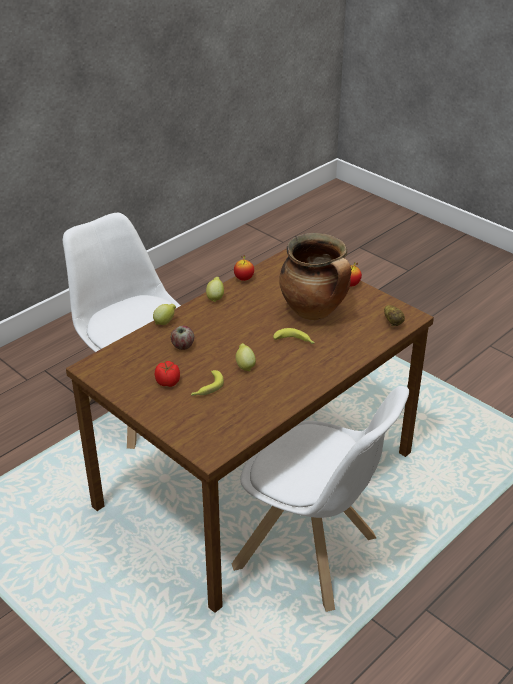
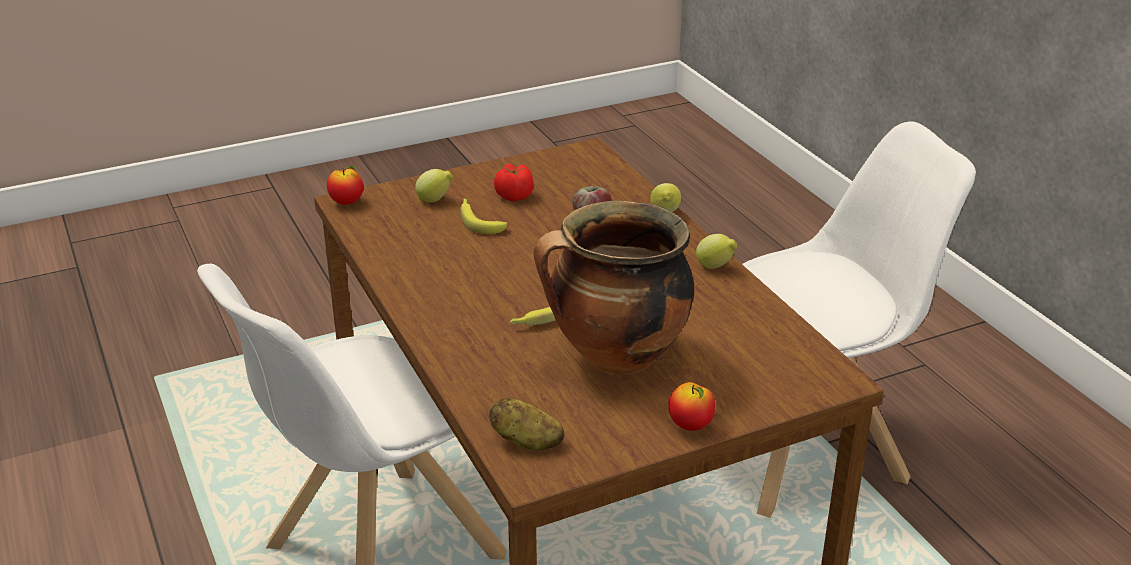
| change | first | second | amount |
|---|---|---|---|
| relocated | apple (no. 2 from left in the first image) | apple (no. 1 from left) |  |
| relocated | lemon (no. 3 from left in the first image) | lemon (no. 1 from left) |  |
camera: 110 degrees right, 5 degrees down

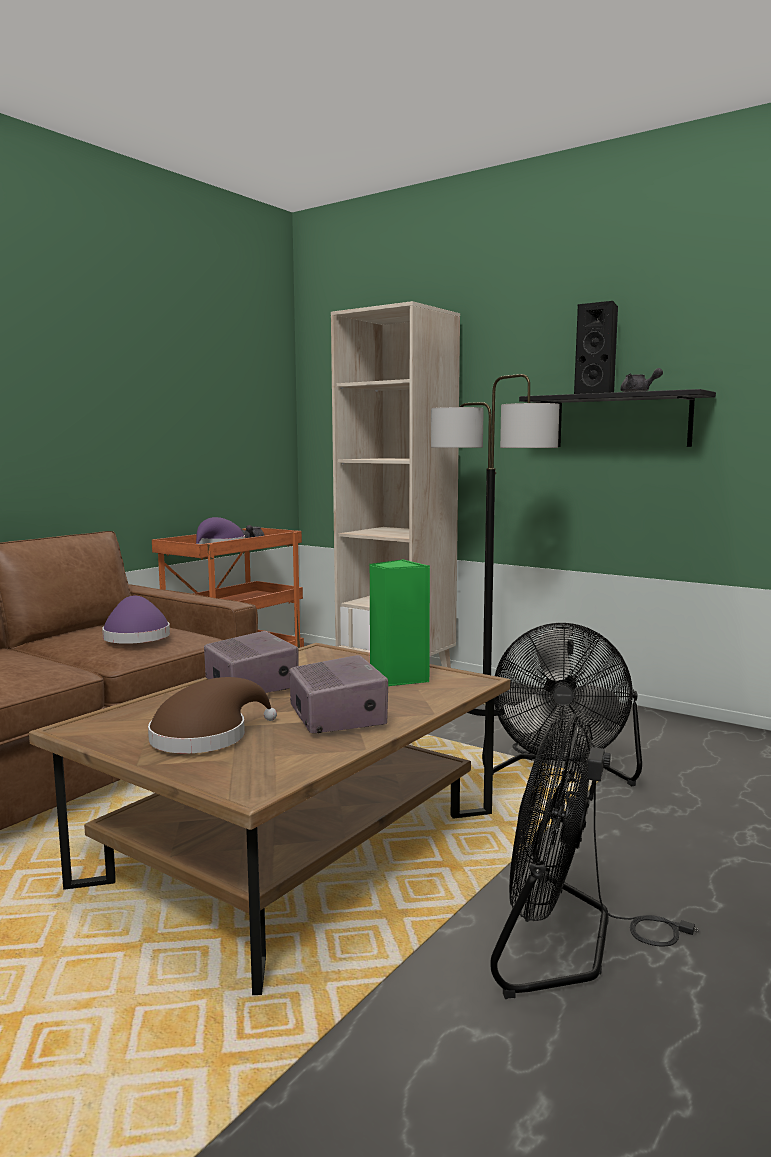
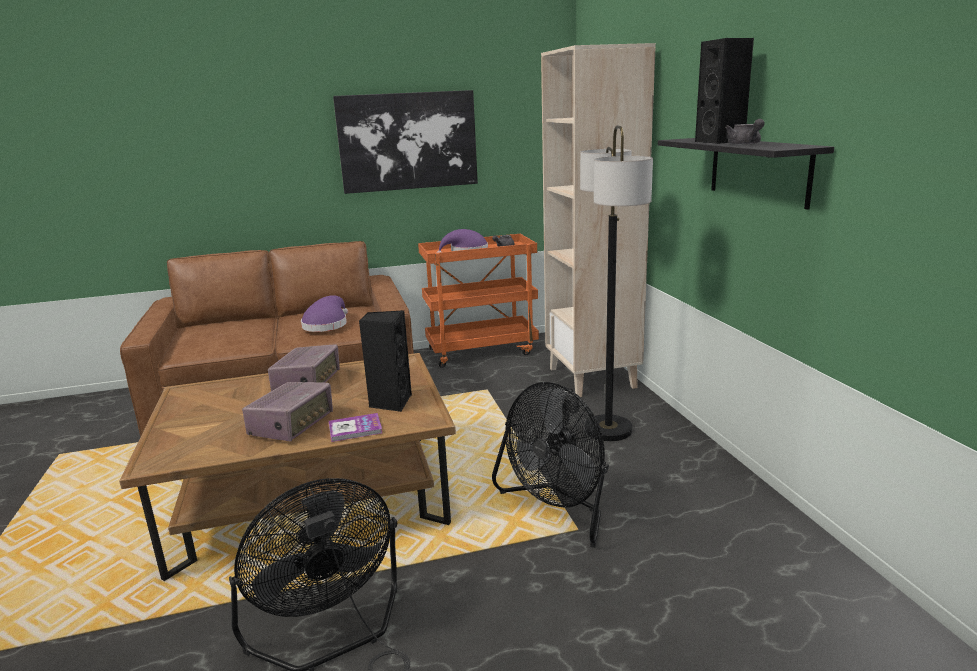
| change | first | second | amount |
|---|---|---|---|
| missing | brown hat |  |  |
| appeared |  | book |  |
| appeared |  | picture |  |
| colour | green speaker | black speaker (no. 1 from left) |  |
camera: 40 degrees right, 10 degrees up

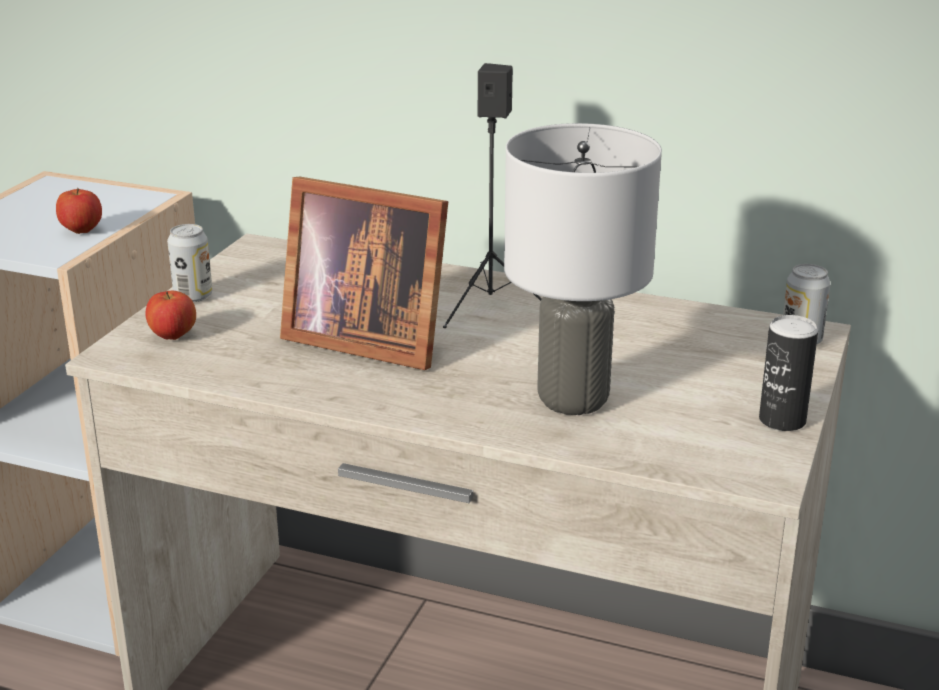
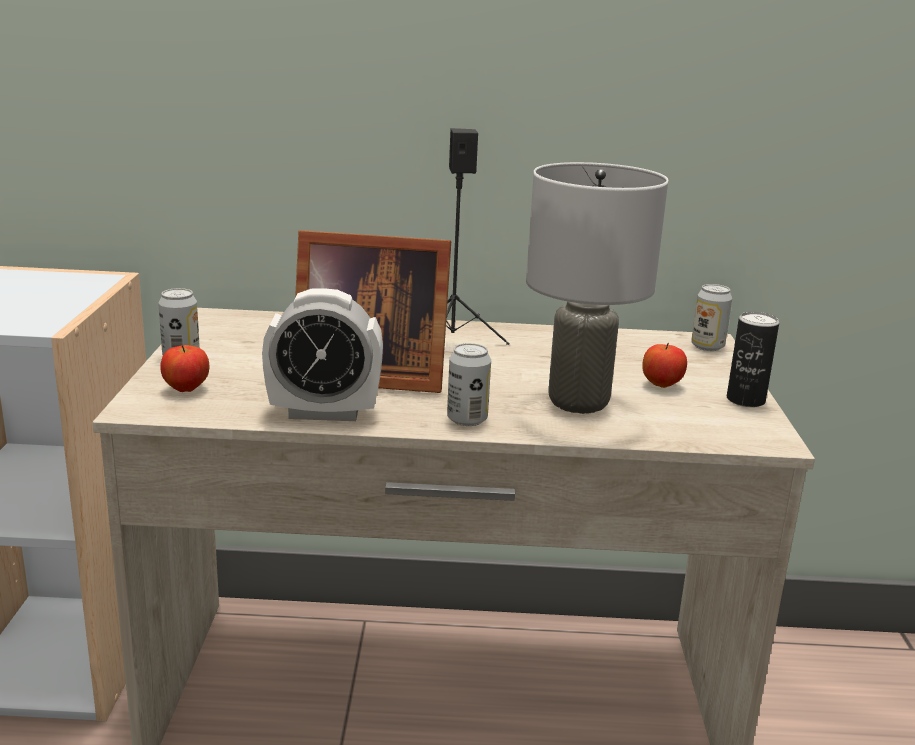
| change | first | second | amount |
|---|---|---|---|
| appeared |  | alarm clock |  |
| appeared |  | can (no. 2 from left) |  |
| relocated | apple (no. 1 from left in the first image) | apple (no. 2 from left) |  |
camera: 20 degrees left, 5 degrees down

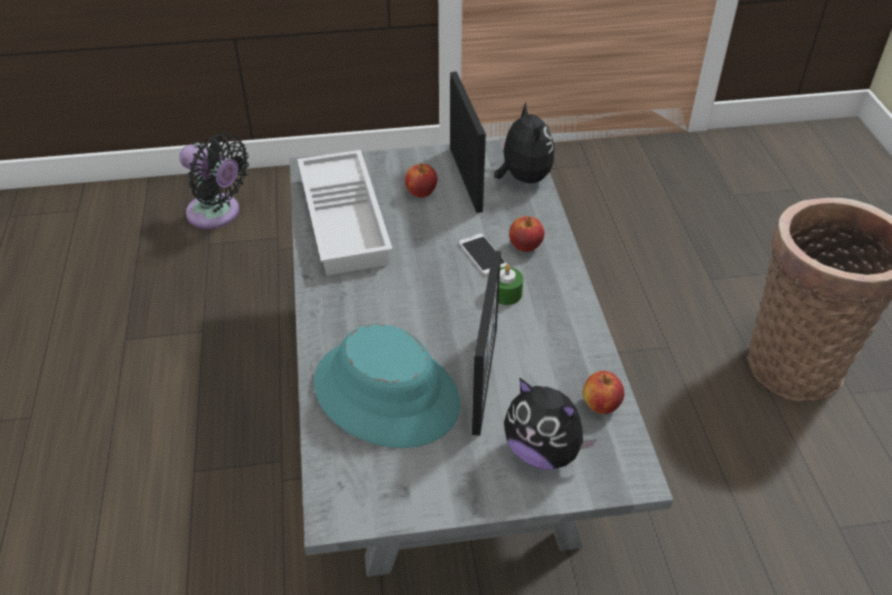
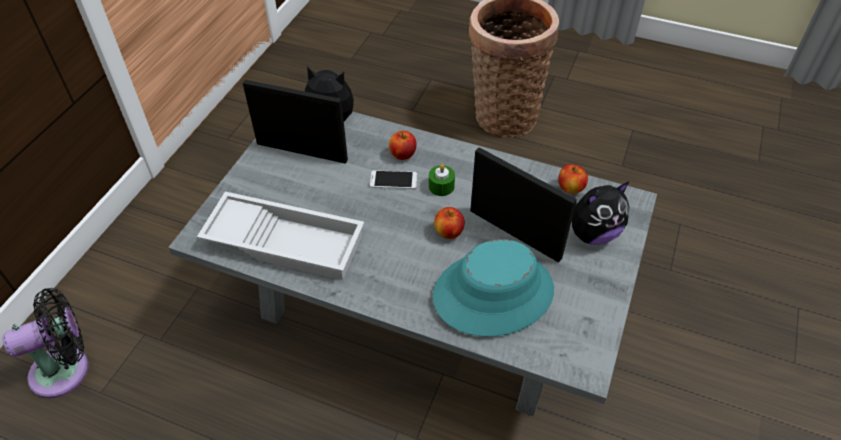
| change | first | second | amount |
|---|---|---|---|
| relocated | apple (no. 1 from left in the first image) | apple (no. 2 from left) |  |
camera: 60 degrees left, 5 degrees up

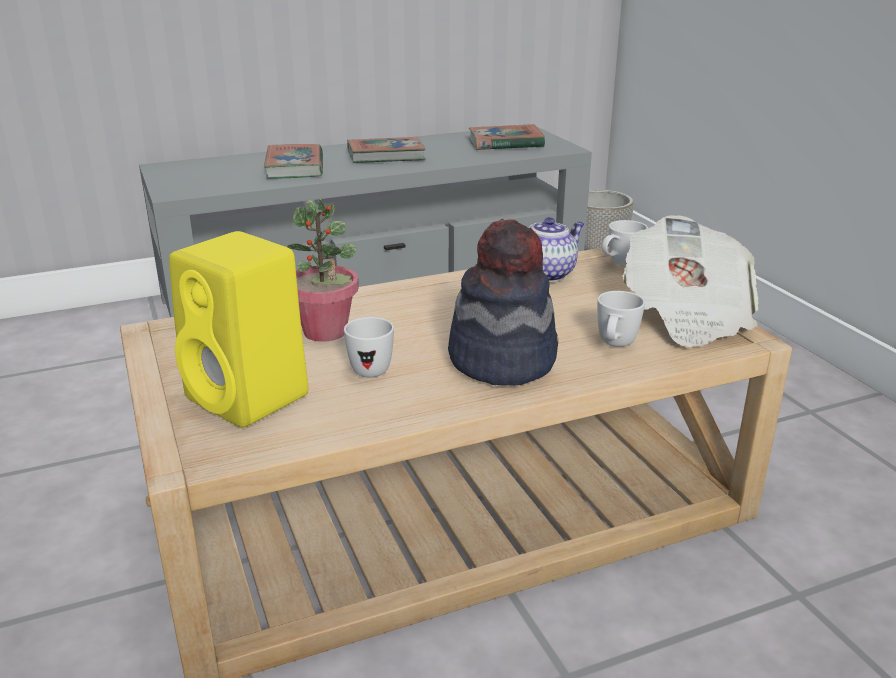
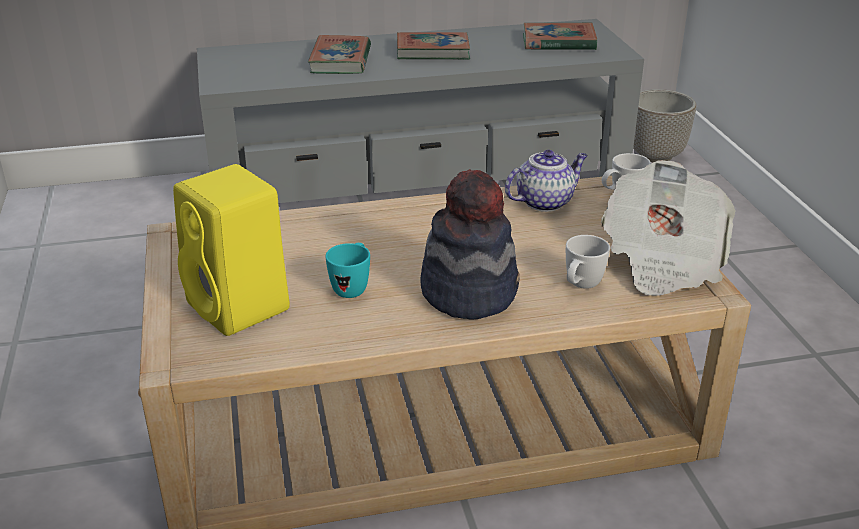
| change | first | second | amount |
|---|---|---|---|
| missing | potted plant |  |  |
| colour | white mug (no. 1 from left) | turquoise mug |  |
camera: 10 degrees right, 5 degrees up

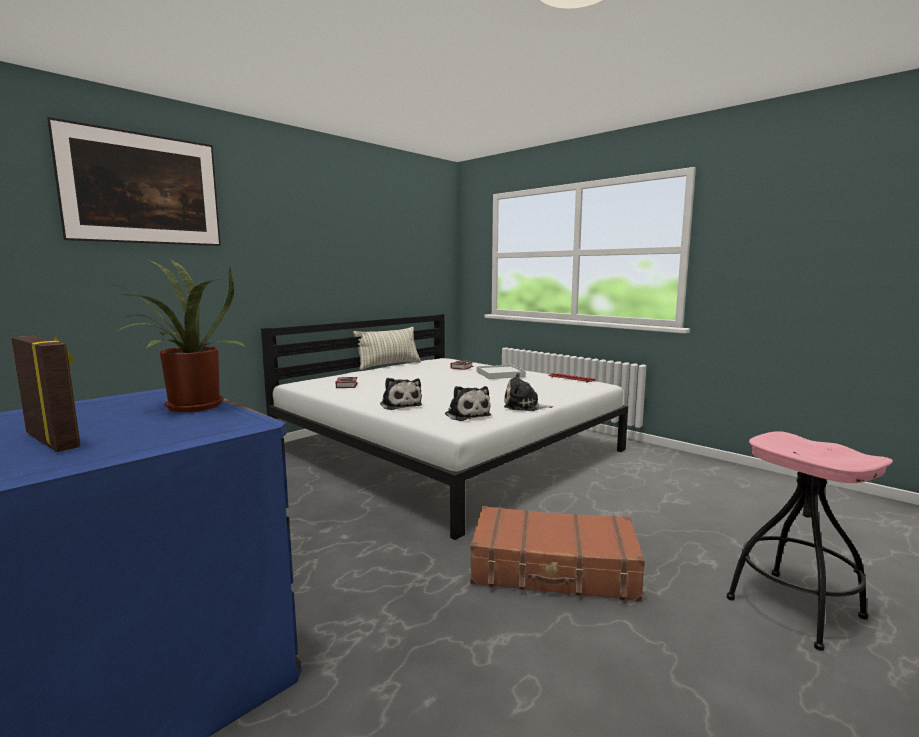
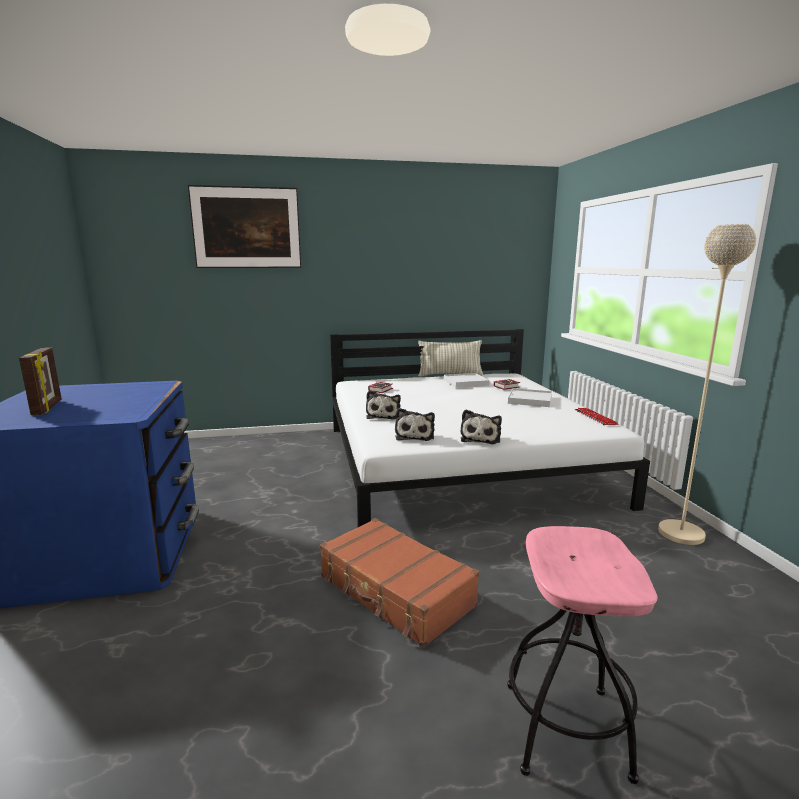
| change | first | second | amount |
|---|---|---|---|
| missing | potted plant |  |  |
| appeared |  | white tray (no. 1 from left) |  |
| appeared |  | beige floor lamp |  |
| spun | plush toy (no. 3 from left) |  | 120 degrees counterclockwise |
camera: 35 degrees right, 5 degrees up

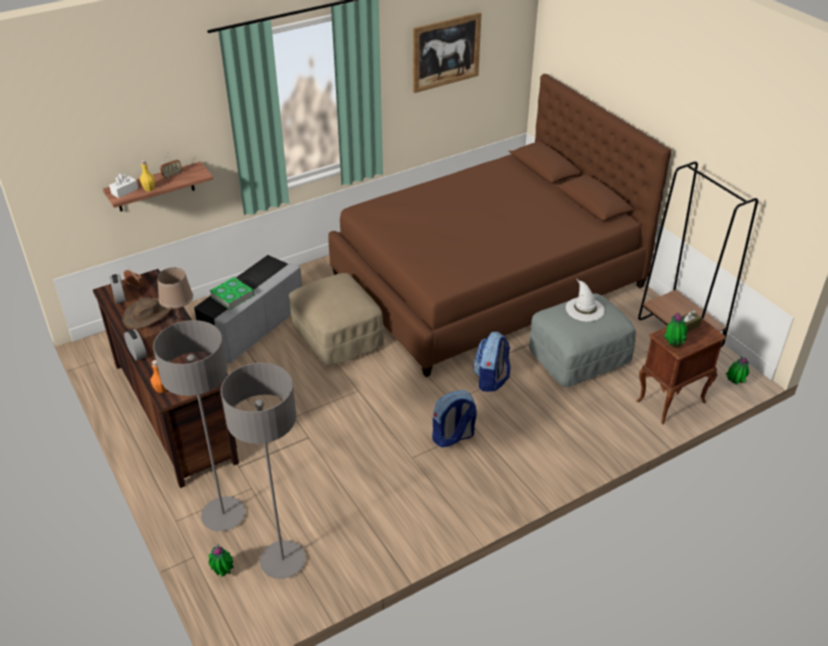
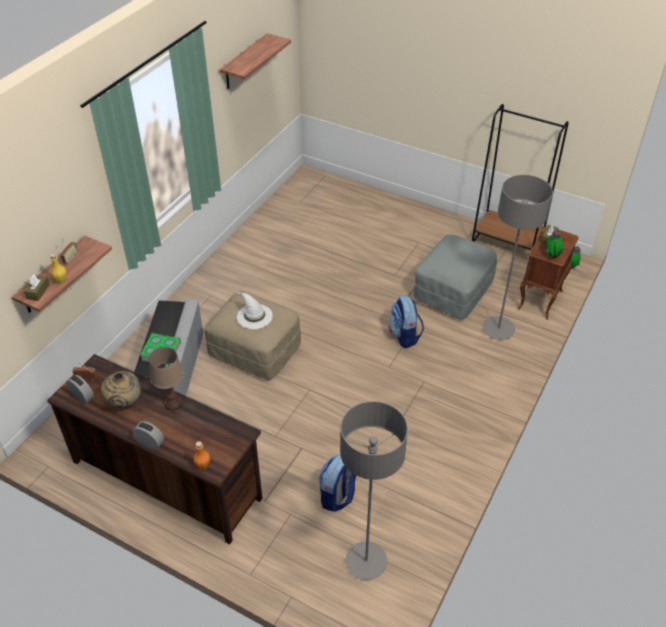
| change | first | second | amount |
|---|---|---|---|
| missing | potted plant (no. 1 from left) |  |  |
| missing | brown bed |  |  |
| relocated | grey floor lamp (no. 1 from left in the first image) | grey floor lamp (no. 2 from left) |  |
| relocated | backpack (no. 1 from left) |  |  |
| relocated | white hat |  |  |
| exchanged | brown hat | beige vase |  |
| exchanged | picture | shelf (no. 2 from left) |  |
| colour | white tissue box | brown tissue box (no. 1 from left) |  |
camera: 30 degrees left, 5 degrees up

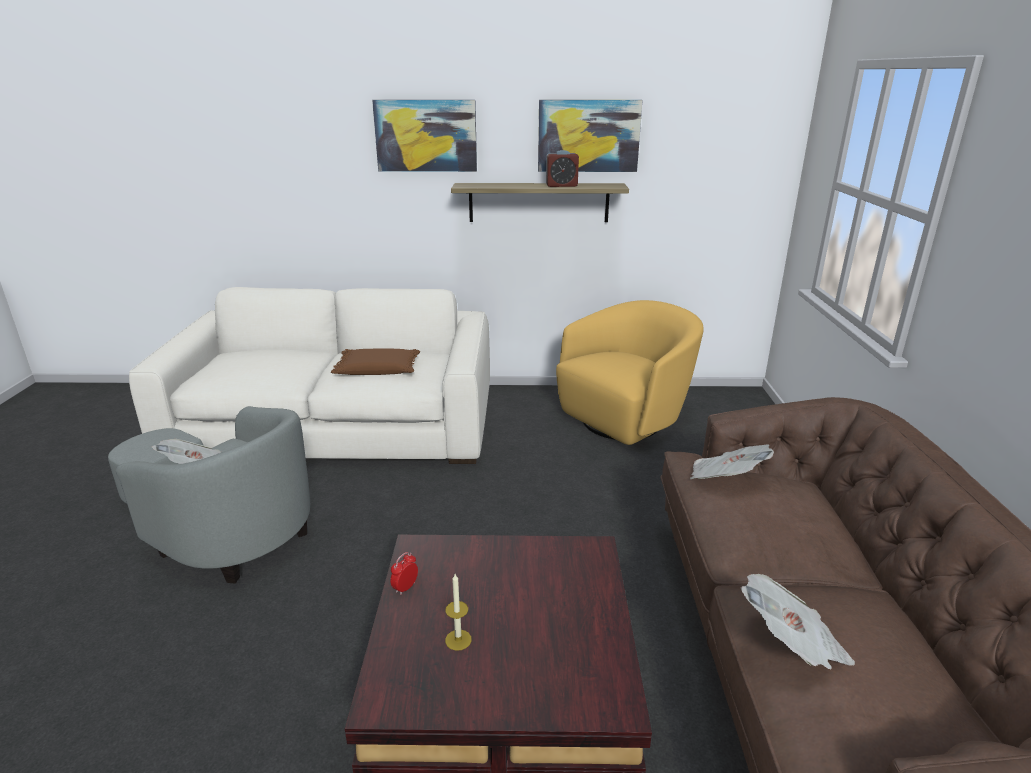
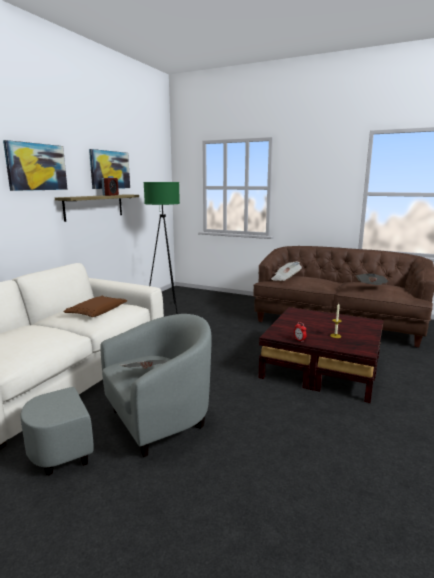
| change | first | second | amount |
|---|---|---|---|
| exchanged | yellow armchair | green floor lamp |  |
camera: 65 degrees left, 10 degrees down

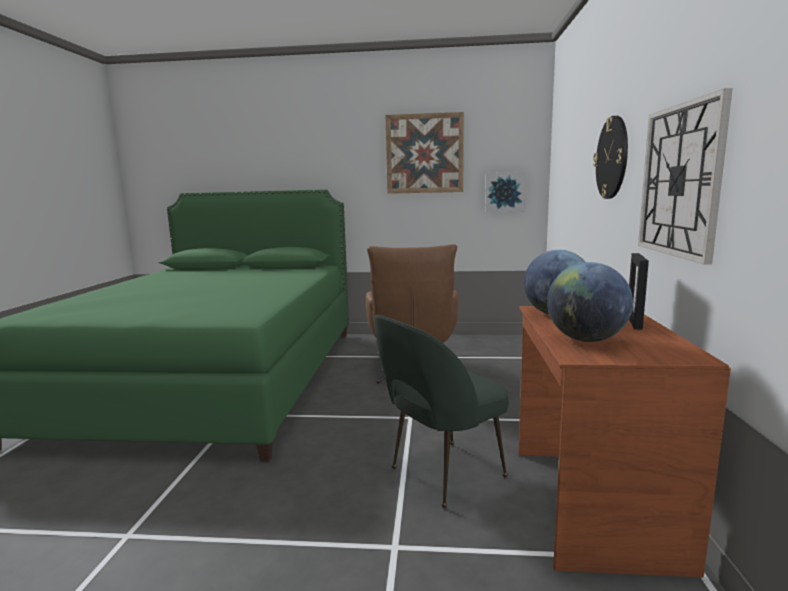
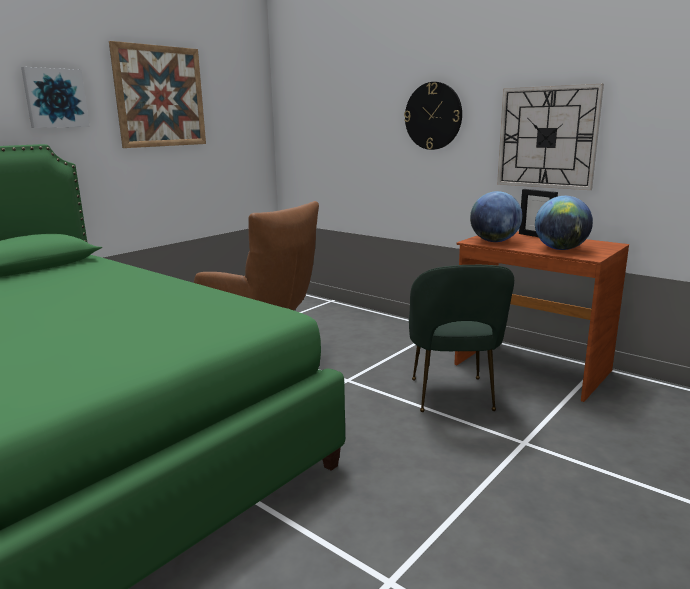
| change | first | second | amount |
|---|---|---|---|
| relocated | picture (no. 2 from left in the first image) | picture (no. 1 from left) |  |
camera: 55 degrees left, 5 degrees up

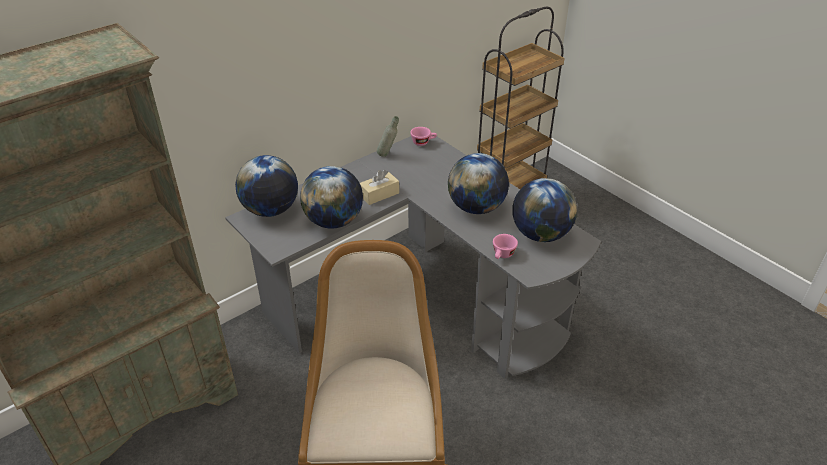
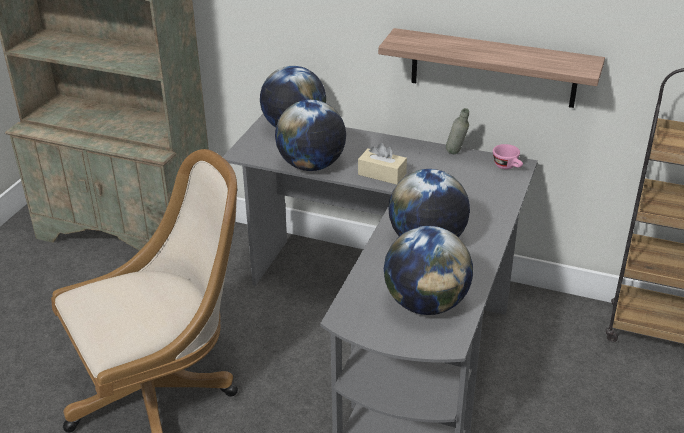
| change | first | second | amount |
|---|---|---|---|
| missing | pink cup (no. 2 from left) |  |  |
| appeared |  | shelf |  |
camera: 60 degrees right, 5 degrees down

